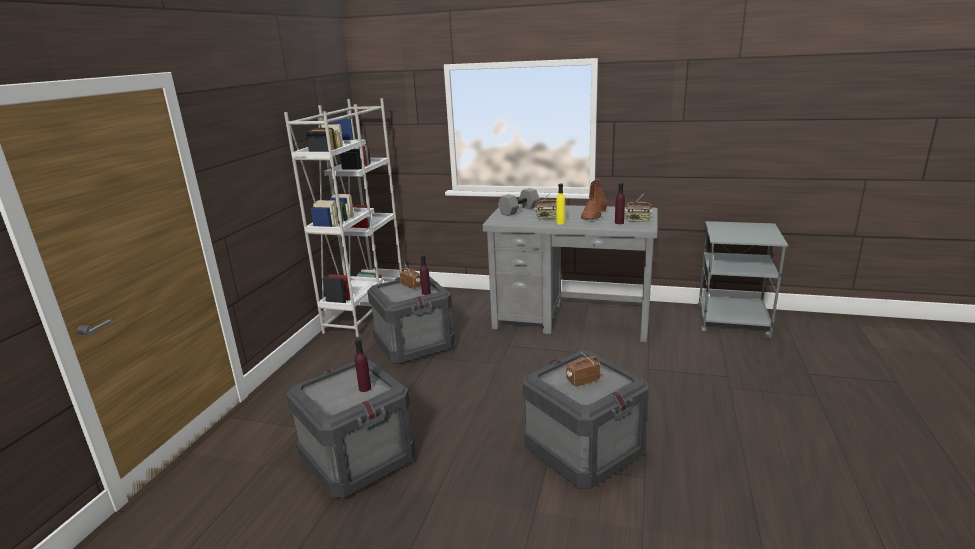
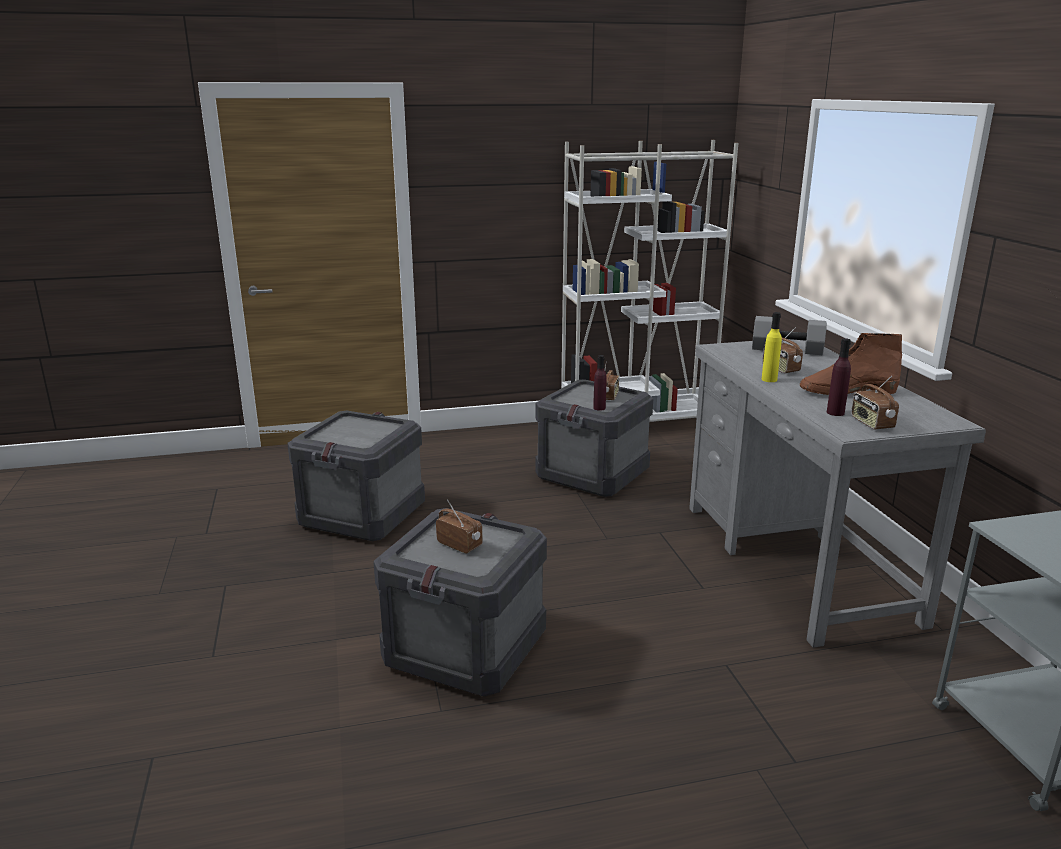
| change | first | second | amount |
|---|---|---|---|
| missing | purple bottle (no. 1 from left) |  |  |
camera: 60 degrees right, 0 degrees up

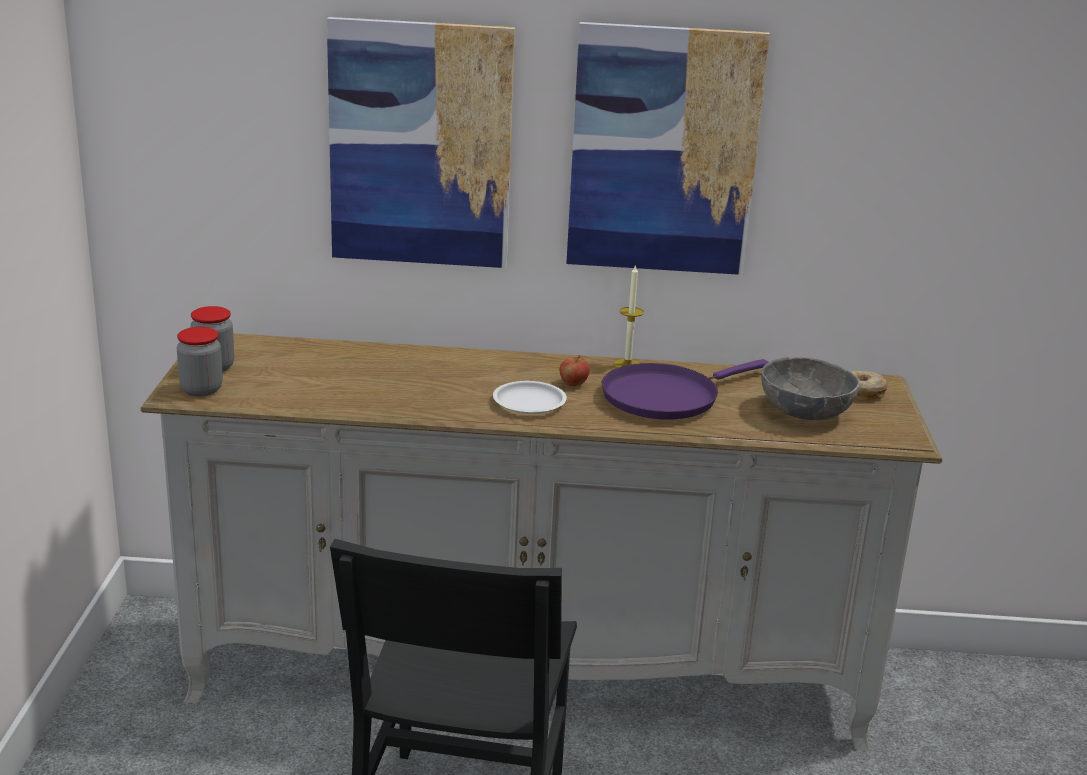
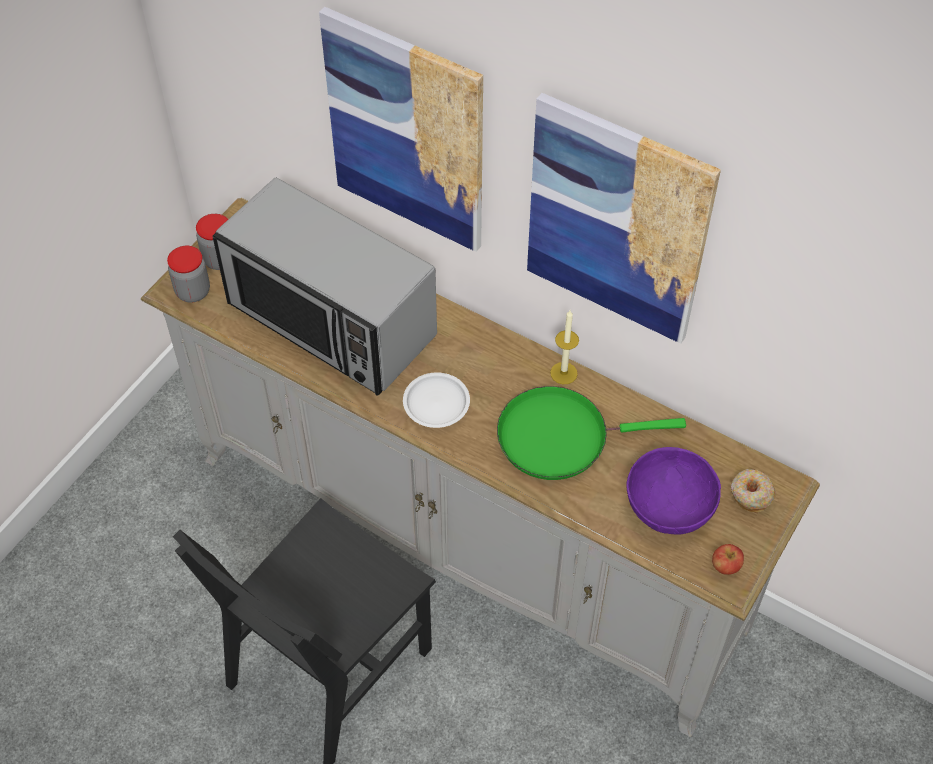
| change | first | second | amount |
|---|---|---|---|
| appeared |  | microwave |  |
| relocated | apple |  |  |
| colour | purple frying pan | green frying pan |  |
| colour | grey bowl | purple bowl |  |
camera: 30 degrees right, 30 degrees up

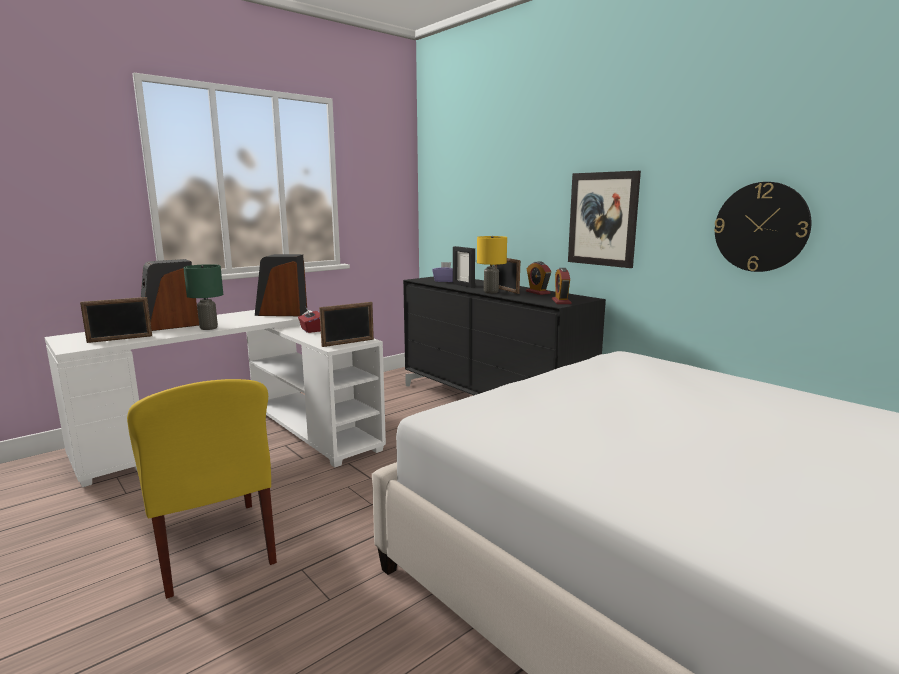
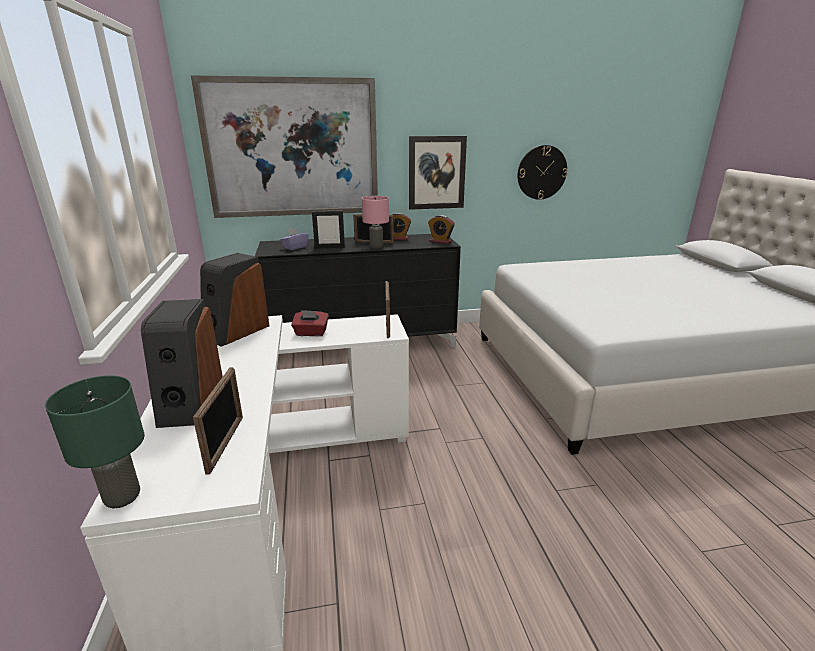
| change | first | second | amount |
|---|---|---|---|
| missing | yellow chair |  |  |
| appeared |  | picture (no. 1 from left) |  |
| relocated | green table lamp |  |  |
| colour | yellow table lamp | pink table lamp |  |
camera: 60 degrees left, 10 degrees up

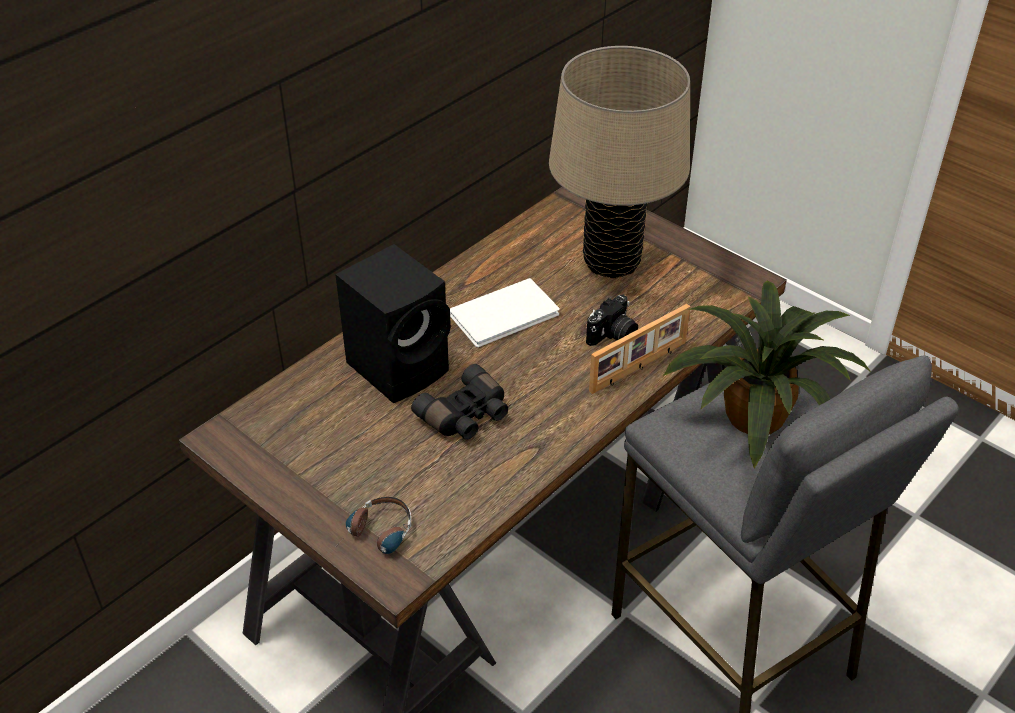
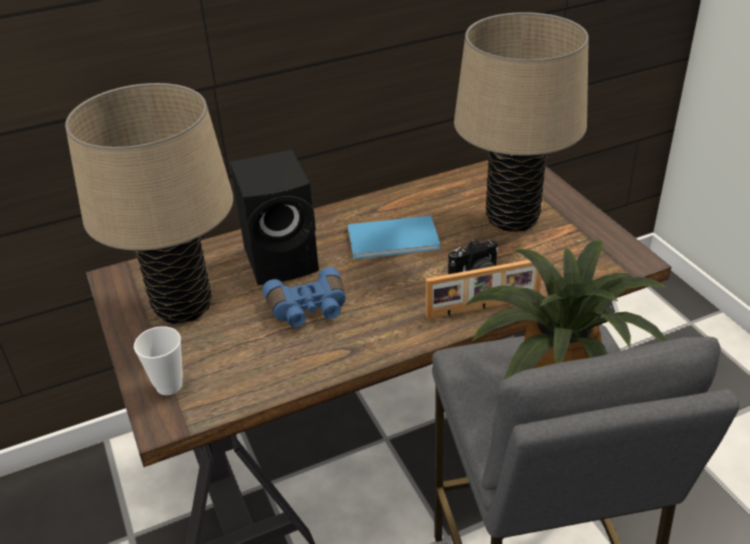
| change | first | second | amount |
|---|---|---|---|
| appeared |  | beige table lamp (no. 1 from left) |  |
| exchanged | headphones | cup |  |
| colour | black binoculars | blue binoculars |  |
| colour | white book | blue book |  |
camera: 25 degrees right, 5 degrees down

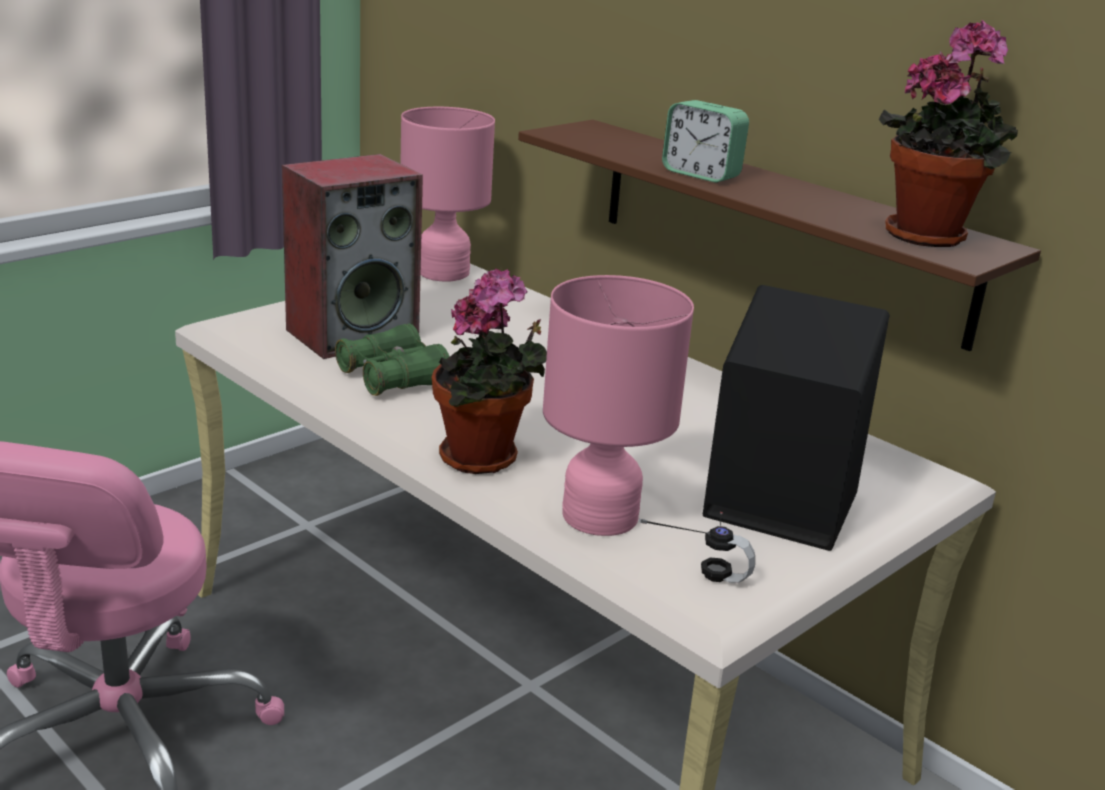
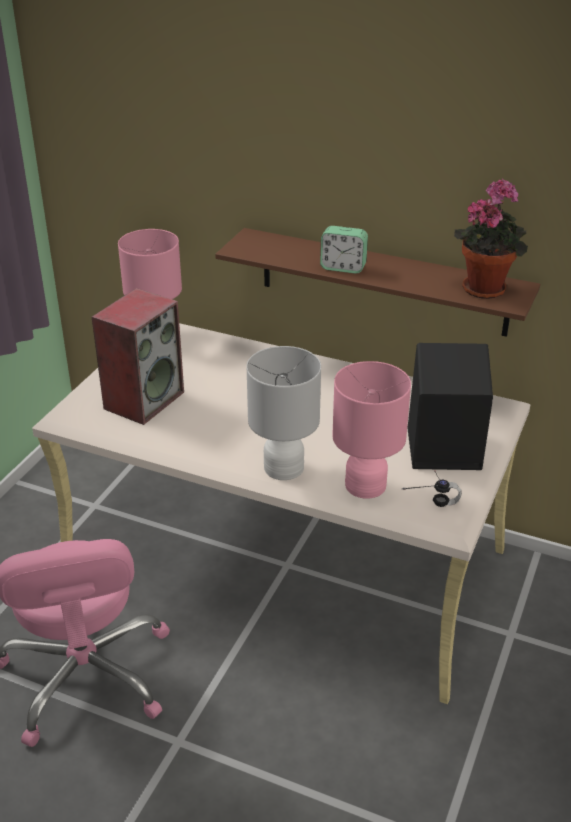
| change | first | second | amount |
|---|---|---|---|
| missing | green binoculars |  |  |
| exchanged | potted plant (no. 1 from left) | grey table lamp |  |
camera: 20 degrees left, 10 degrees up

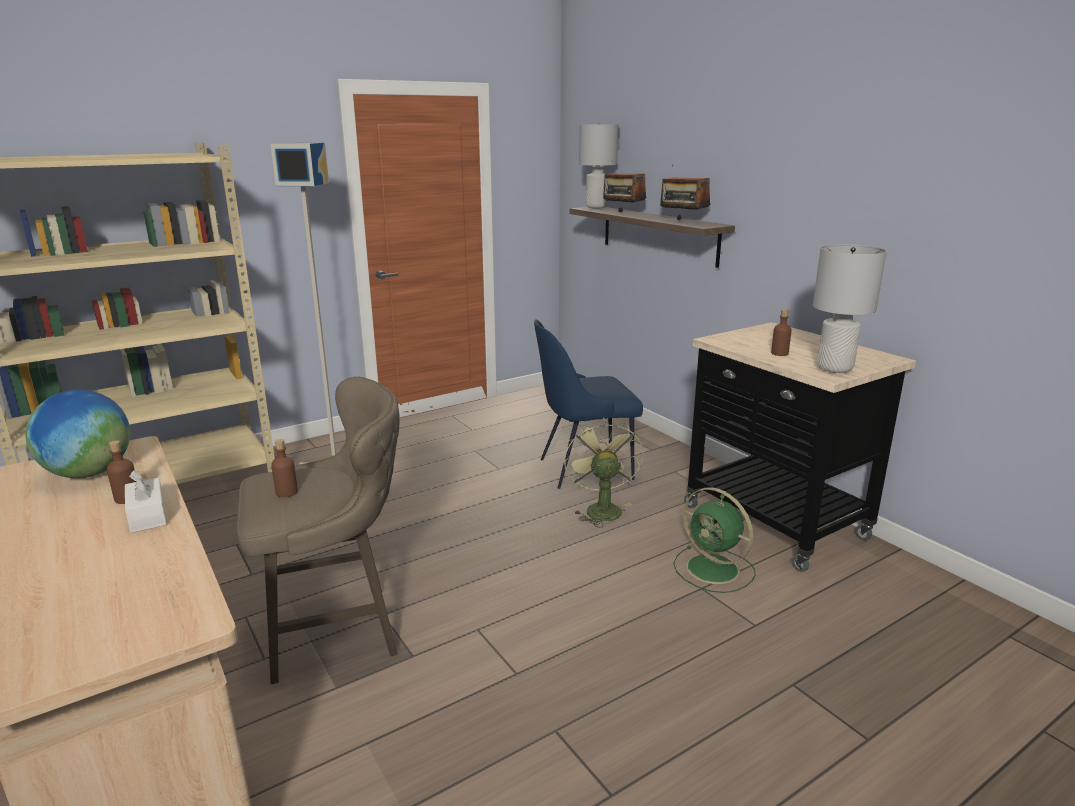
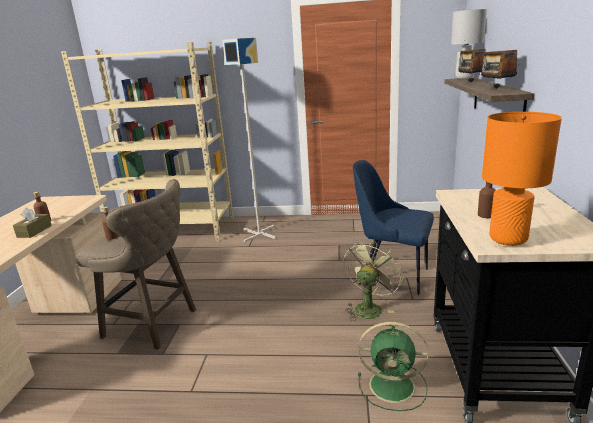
| change | first | second | amount |
|---|---|---|---|
| missing | globe |  |  |
| colour | white tissue box | brown tissue box |  |
| colour | grey table lamp (no. 2 from left) | orange table lamp |  |
| spun | green fan (no. 2 from left) |  | 75 degrees counterclockwise |
camera: 40 degrees right, 0 degrees up

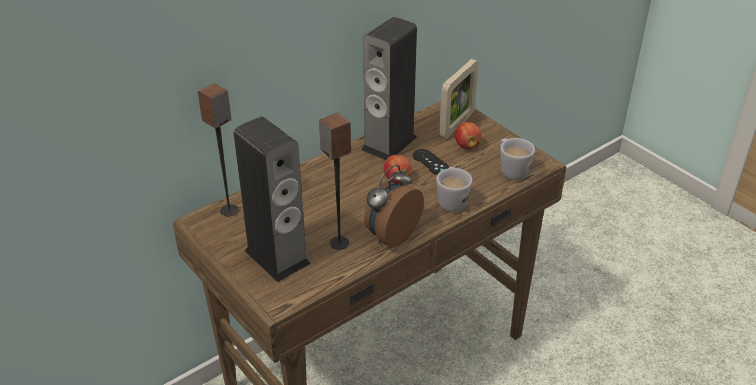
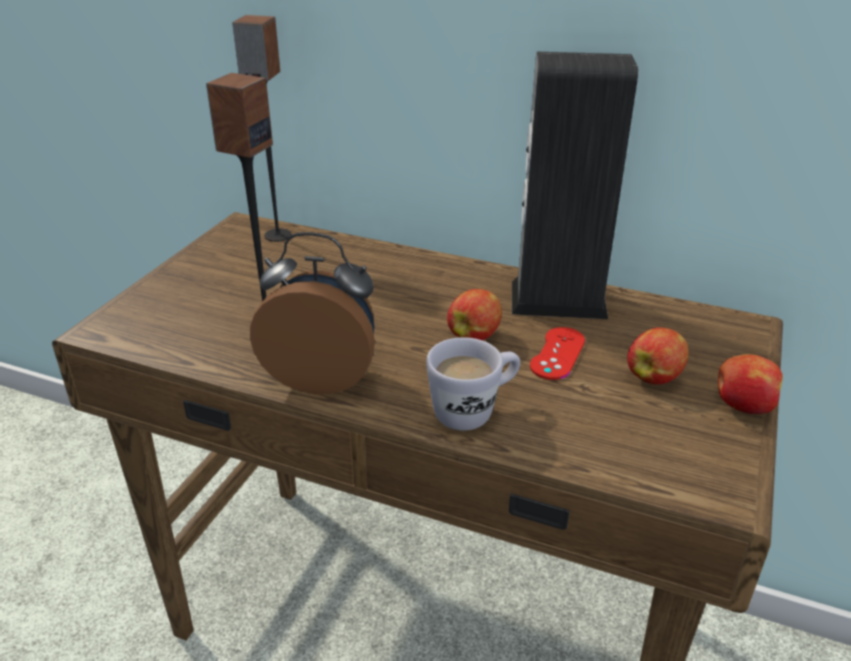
| change | first | second | amount |
|---|---|---|---|
| missing | speaker (no. 2 from left) |  |  |
| missing | picture frame |  |  |
| missing | white mug (no. 2 from left) |  |  |
| appeared |  | apple (no. 3 from left) |  |
| colour | black game controller | red game controller |  |
camera: 60 degrees right, 5 degrees down

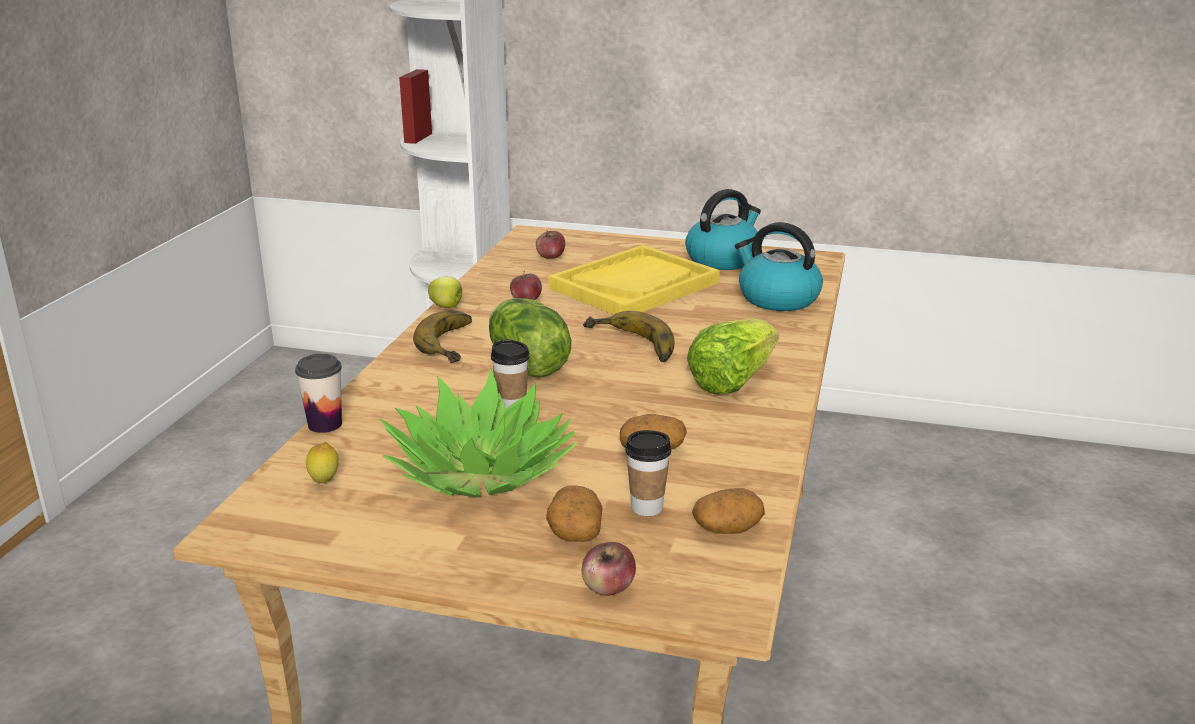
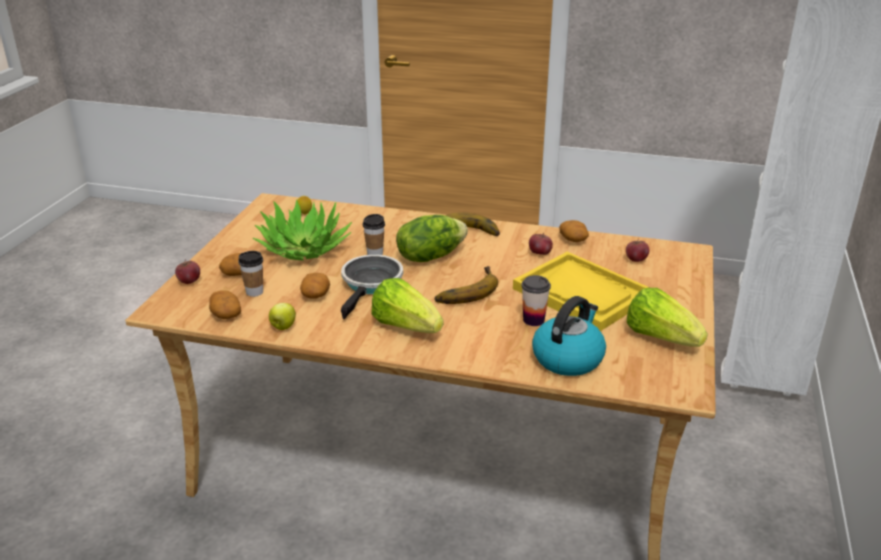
| change | first | second | amount |
|---|---|---|---|
| appeared |  | frying pan |  |
| appeared |  | potato (no. 4 from left) |  |
| relocated | cup (no. 1 from left in the first image) | cup (no. 3 from left) |  |
| relocated | apple (no. 1 from left in the first image) | apple (no. 2 from left) |  |
| exchanged | kettle (no. 1 from left) | lettuce (no. 3 from left) |  |
camera: 90 degrees right, 5 degrees up

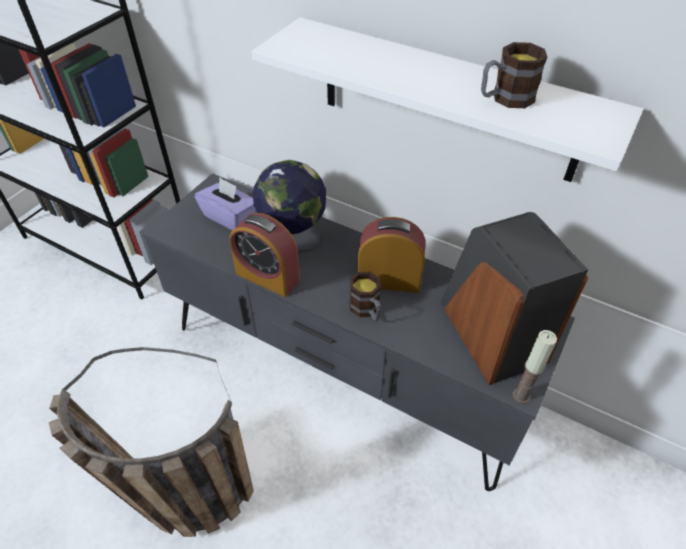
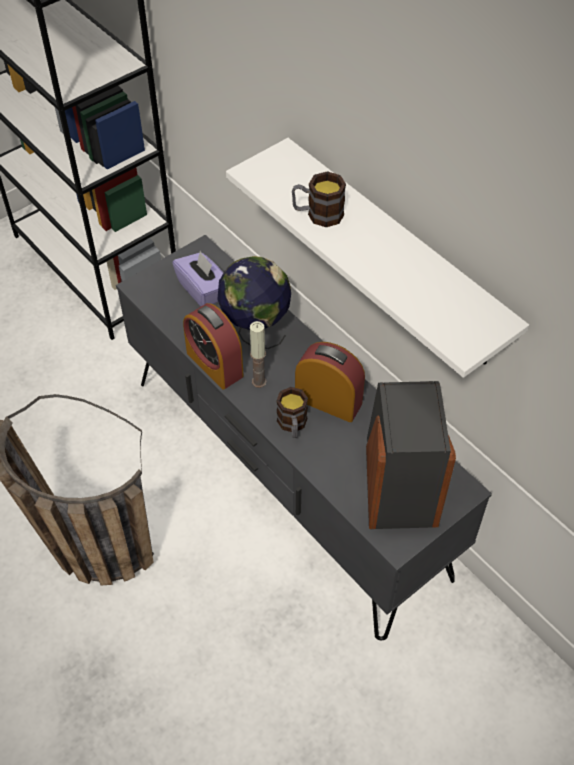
| change | first | second | amount |
|---|---|---|---|
| relocated | mug (no. 2 from left) |  |  |
| relocated | candle |  |  |
camera: 20 degrees right, 5 degrees up

